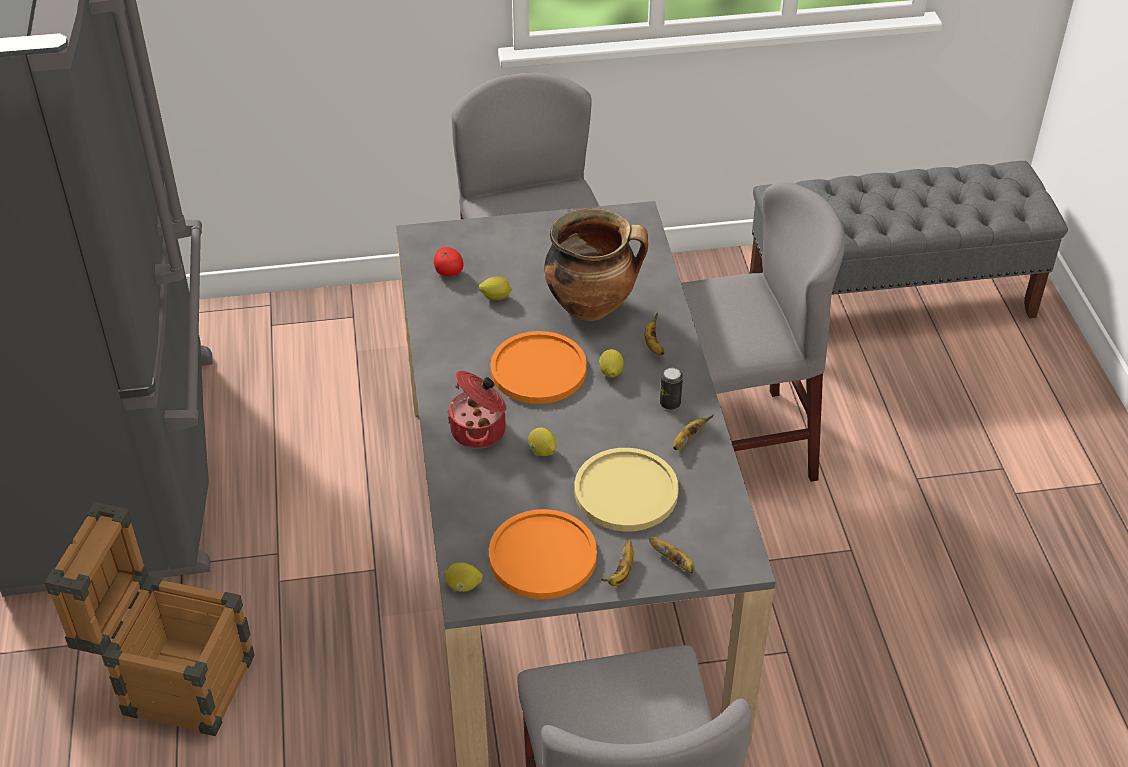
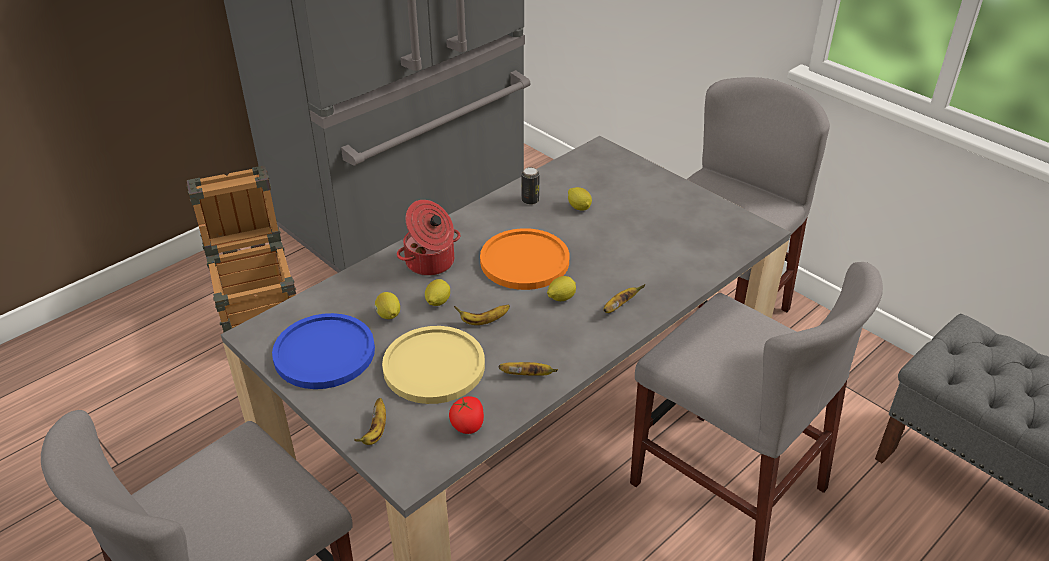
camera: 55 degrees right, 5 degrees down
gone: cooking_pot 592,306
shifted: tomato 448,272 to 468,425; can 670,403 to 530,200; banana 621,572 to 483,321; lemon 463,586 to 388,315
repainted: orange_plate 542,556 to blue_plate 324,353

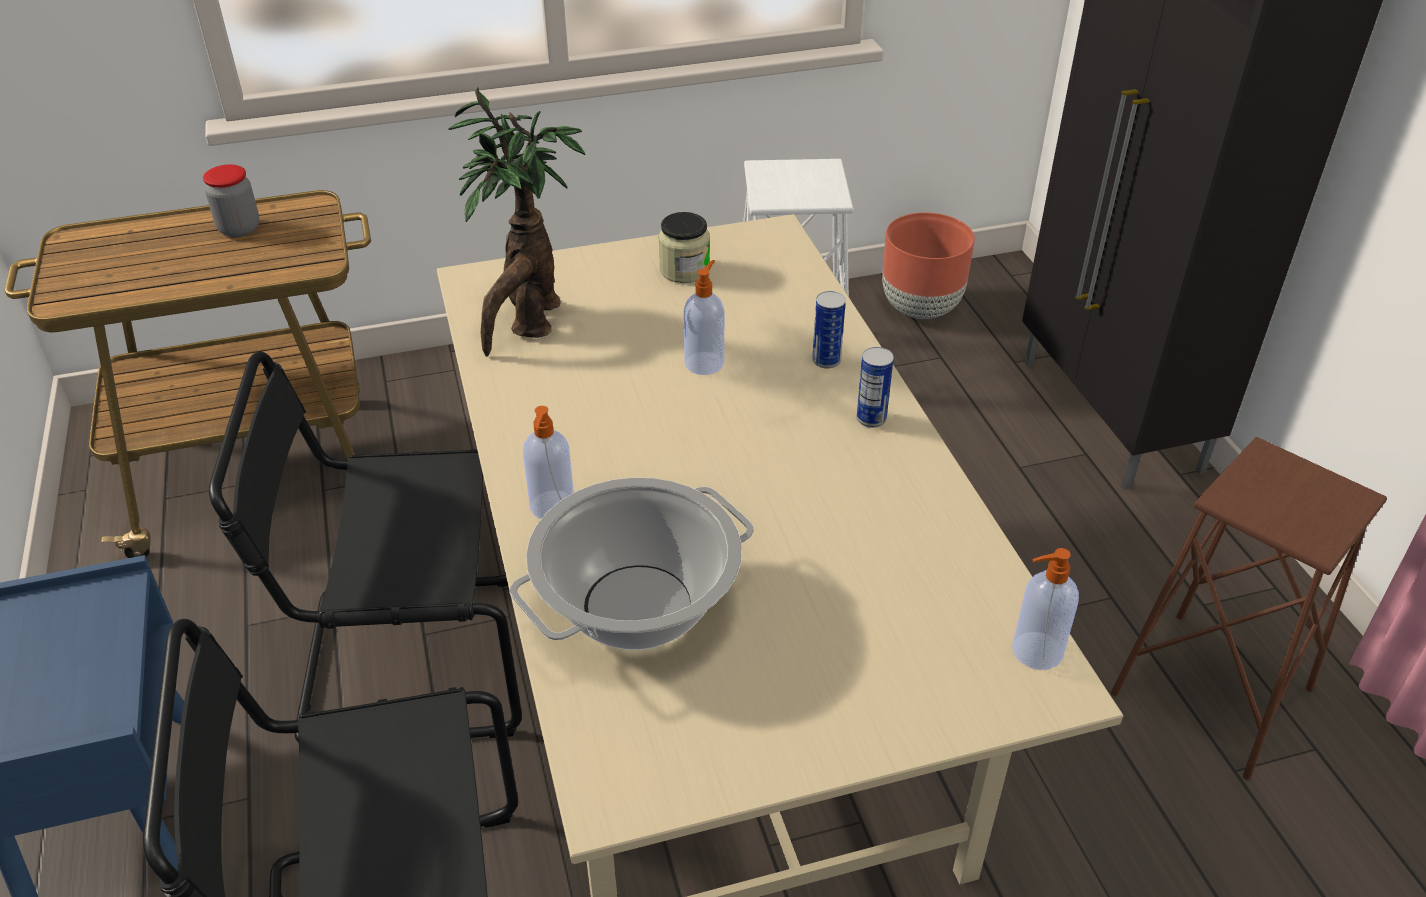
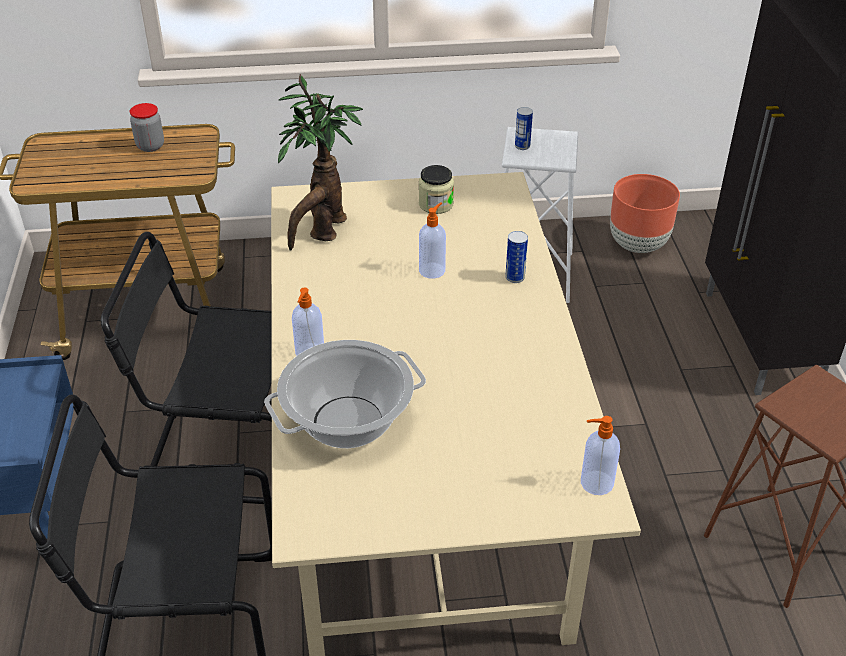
camera: 10 degrees right, 0 degrees up
shifted: can 871,419 to 522,146

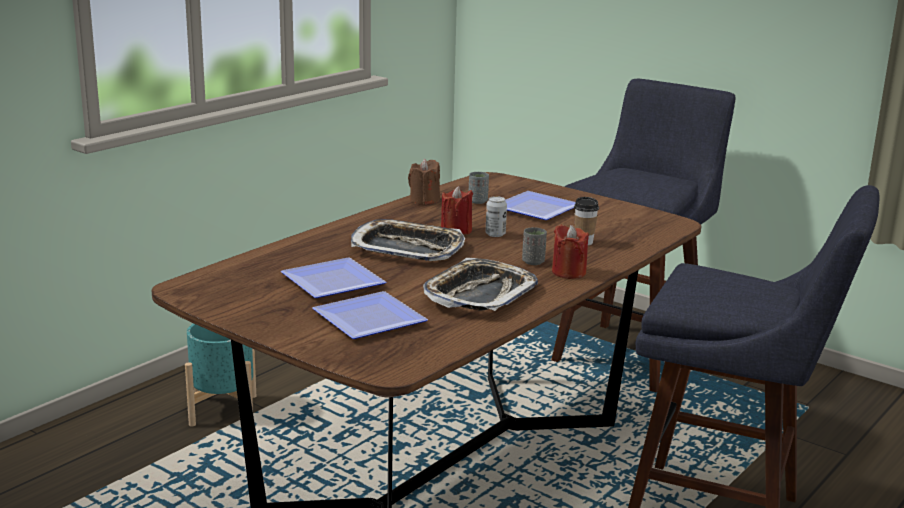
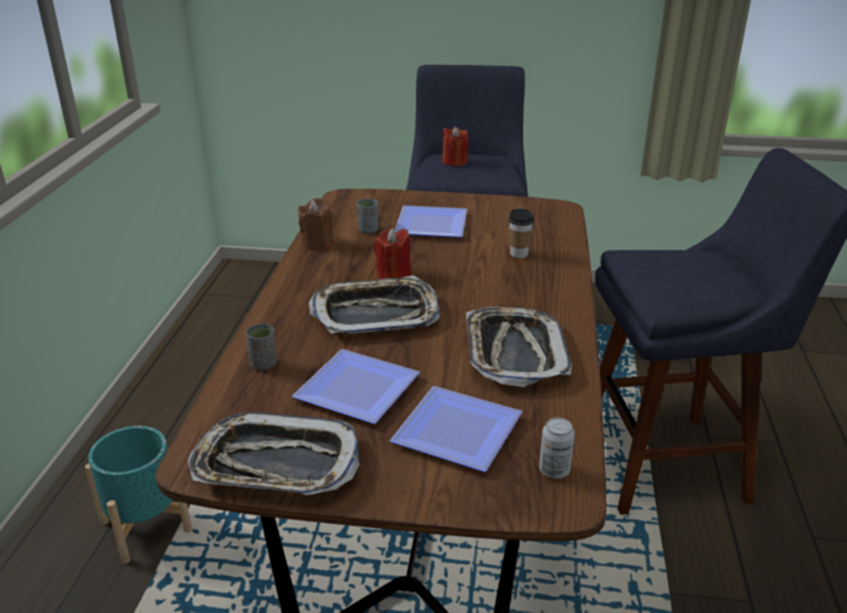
camera: 30 degrees left, 10 degrees up
new: tray 276,464
shifted: can 495,234 to 554,470; red_candle 568,272 to 454,162; grey_cup 533,262 to 263,364

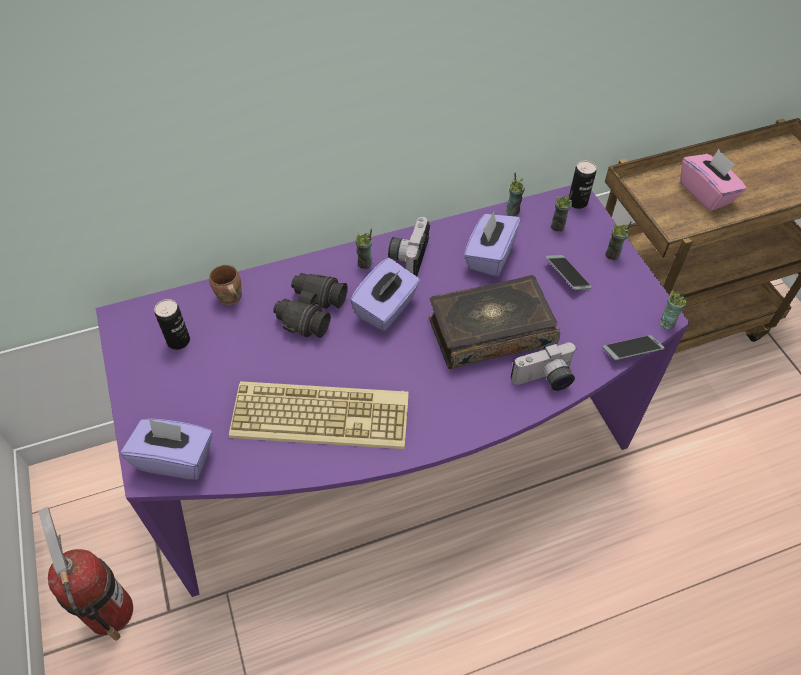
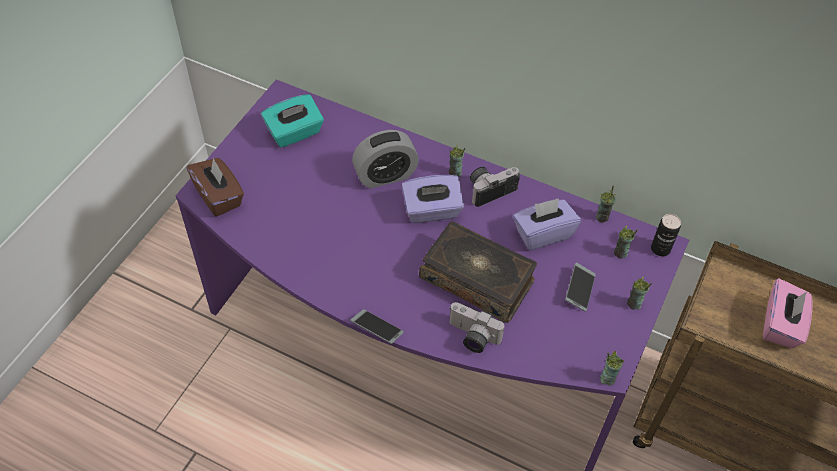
camera: 45 degrees right, 0 degrees up
gone: brown_mug 229,298; keyboard 322,414; fire_extinguisher 110,611
shifted: phone 631,351 to 377,329
swapped: black_binoculars 310,311 to alarm_clock 385,175; can 178,341 to turquoise_tissue_box 294,133
repainted: purple_tissue_box 176,459 to brown_tissue_box 219,197

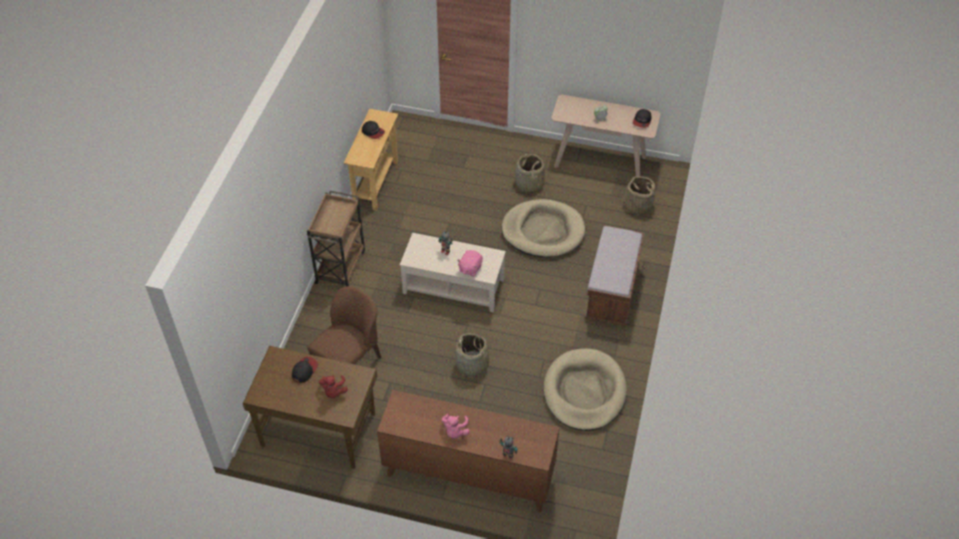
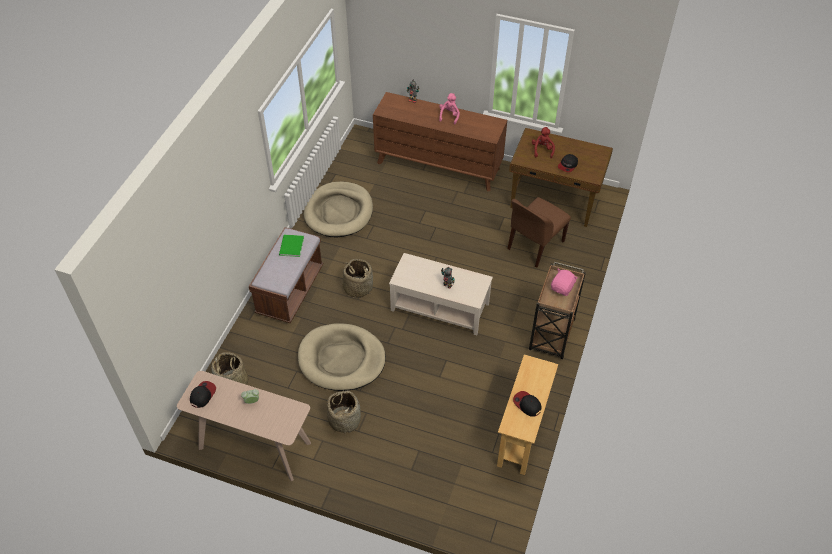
camera: 175 degrees left, 0 degrees up
new: green_book 290,247
shifted: pink_plush_toy 470,268 to 562,288; basket 472,365 to 358,287

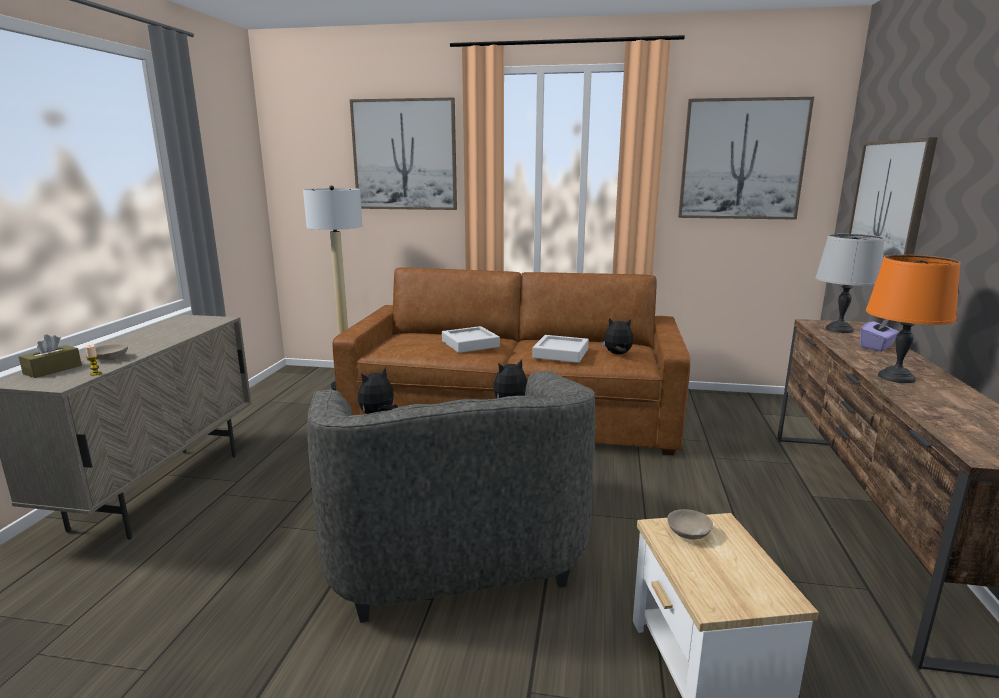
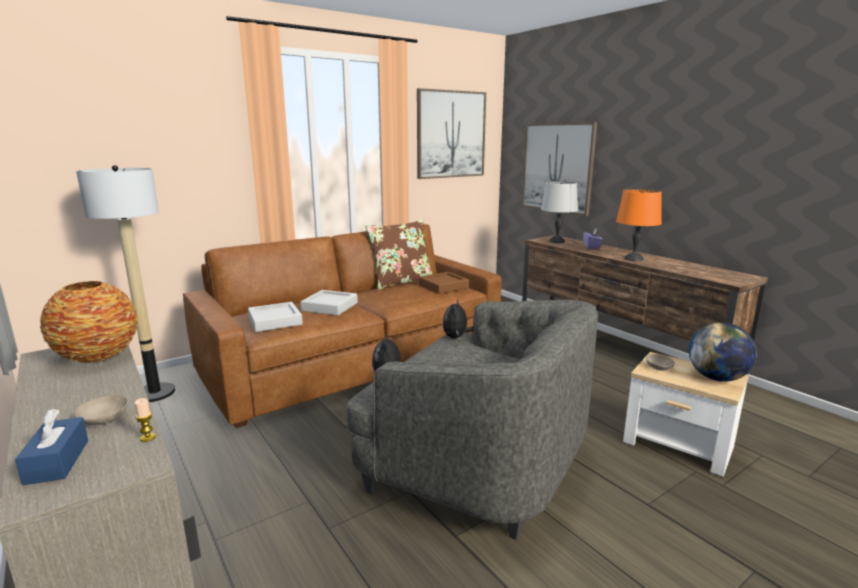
camera: 45 degrees left, 0 degrees up
gone: picture 405,155
new: brown_pillow 401,282; vase 98,356; globe 716,378
shifted: grey_tray 560,353 to 275,321
swapped: plush_toy 617,354 to brown_tray 443,286
repainted: brown_tissue_box 53,369 to blue_tissue_box 57,461

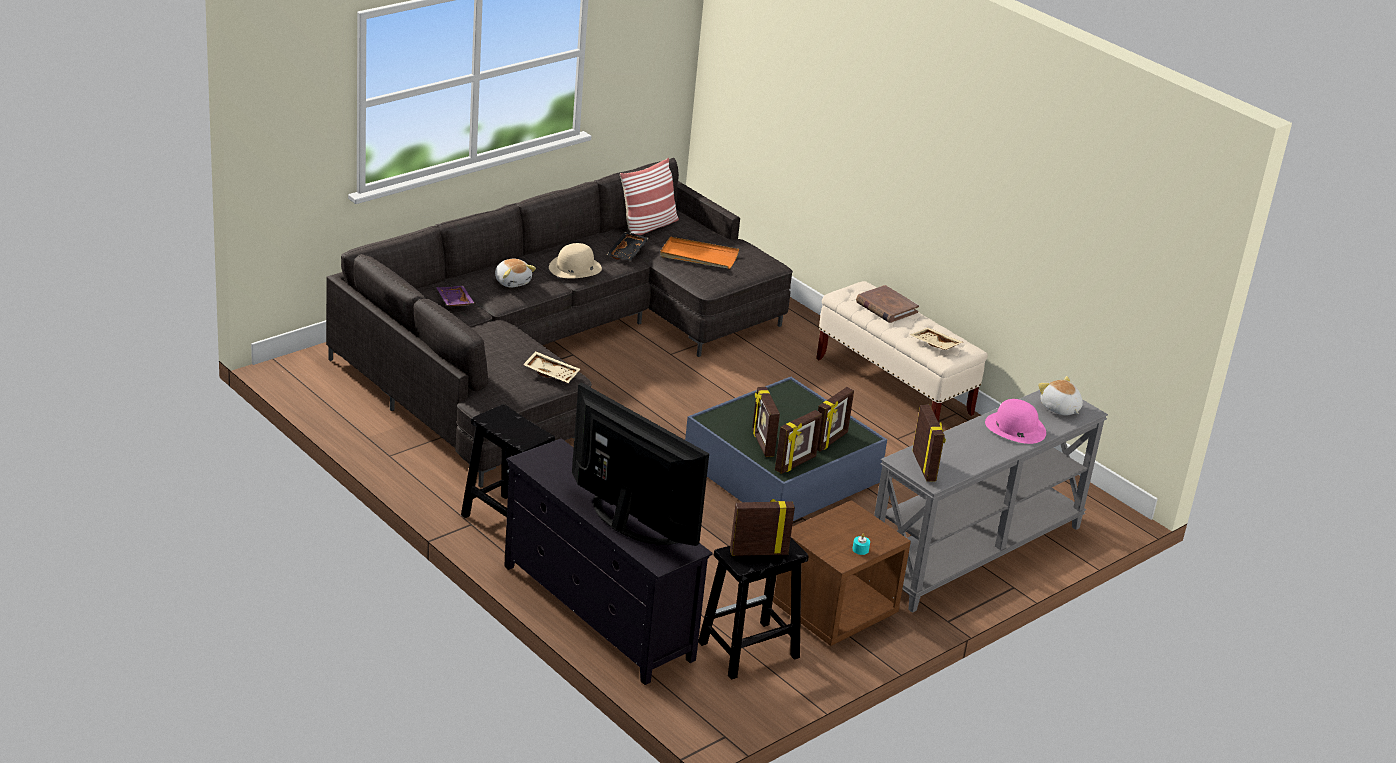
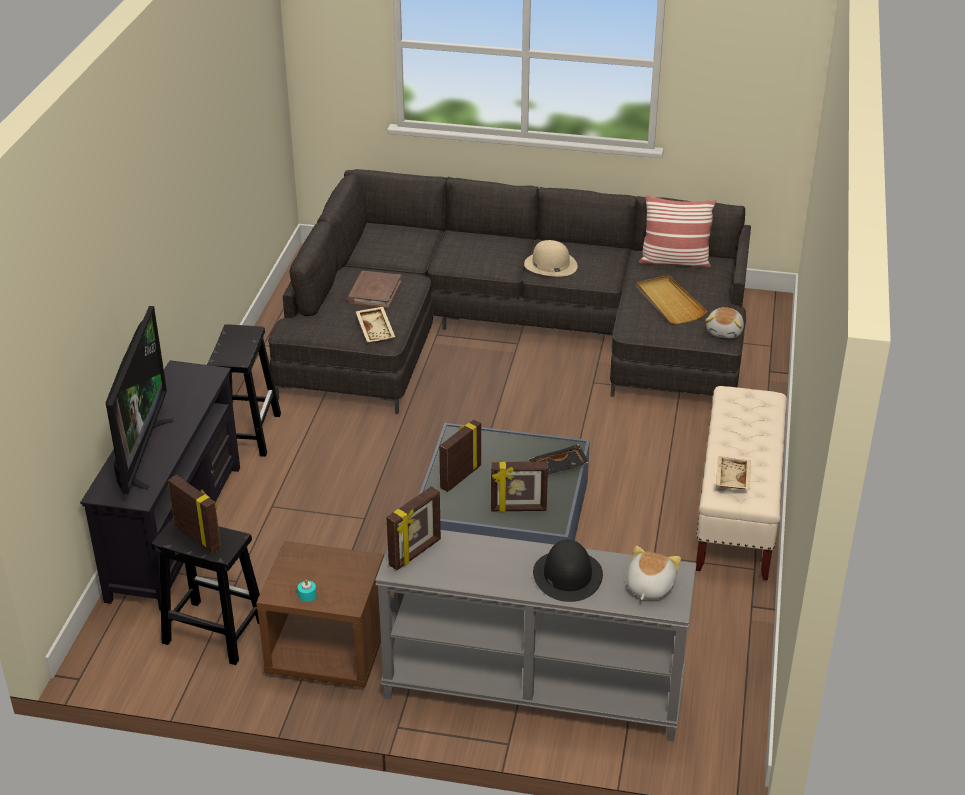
camera: 55 degrees right, 5 degrees up
gone: purple_tray 453,301; picture_frame 796,464
shifted: black_tray 628,252 to 558,467; plush_toy 512,281 to 725,331; brown_book 886,307 to 374,292
repainted: orange_tray 698,256 to beige_tray 669,302; pink_hat 1015,427 to black_hat 567,575

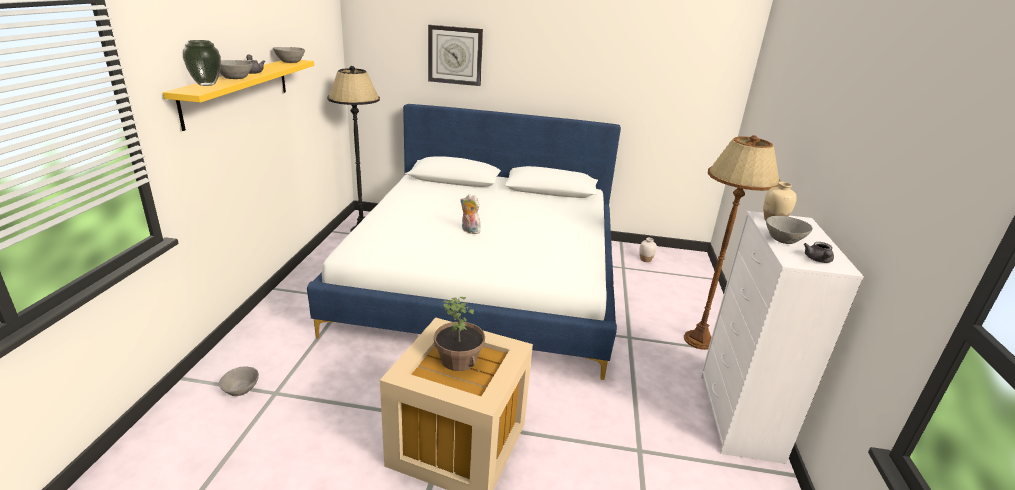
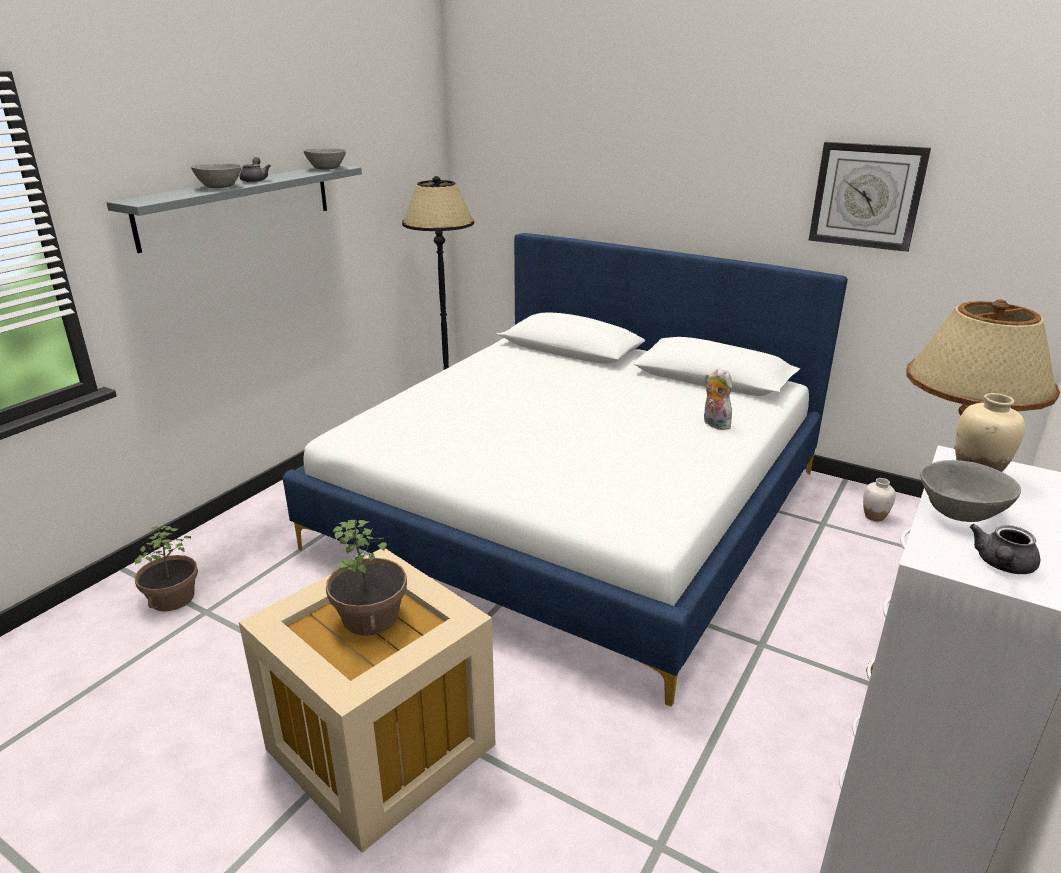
camera: 25 degrees right, 0 degrees up
gone: vase 206,84
shifted: wall_clock 455,55 to 867,196; plush_toy 469,231 to 714,424
swapped: grey_bowl 241,389 to potted_plant 172,598
repainted: yellow_shelf 238,90 to grey_shelf 238,205

